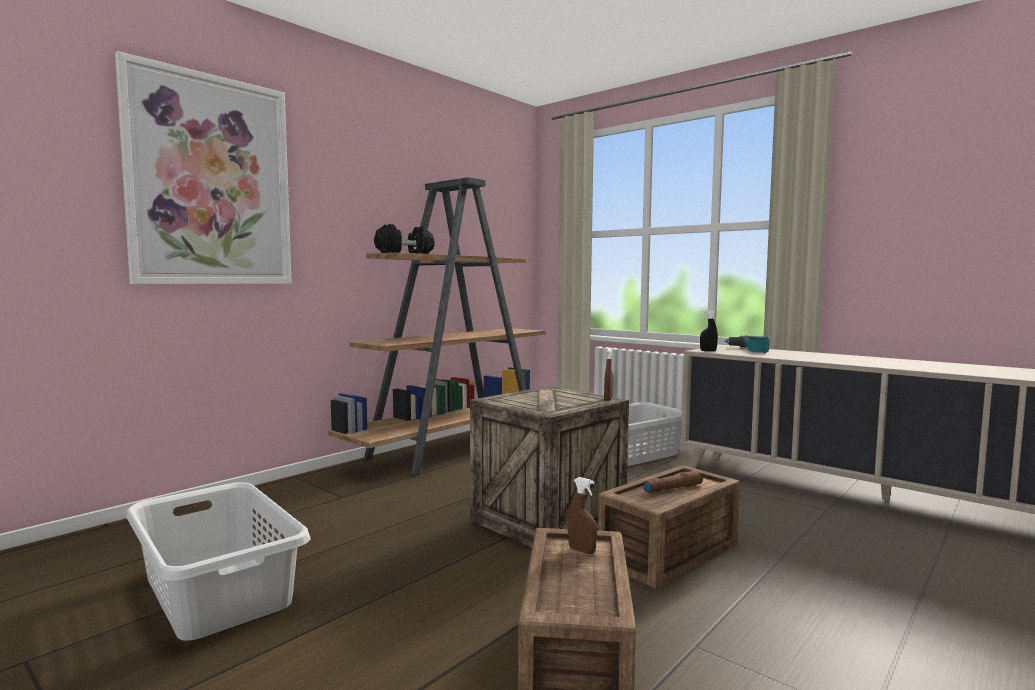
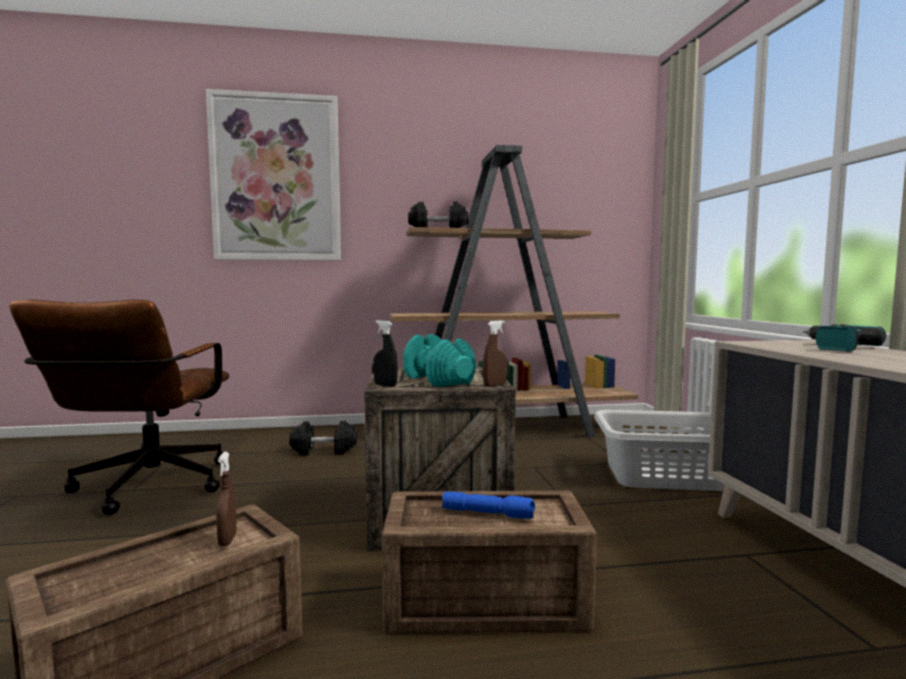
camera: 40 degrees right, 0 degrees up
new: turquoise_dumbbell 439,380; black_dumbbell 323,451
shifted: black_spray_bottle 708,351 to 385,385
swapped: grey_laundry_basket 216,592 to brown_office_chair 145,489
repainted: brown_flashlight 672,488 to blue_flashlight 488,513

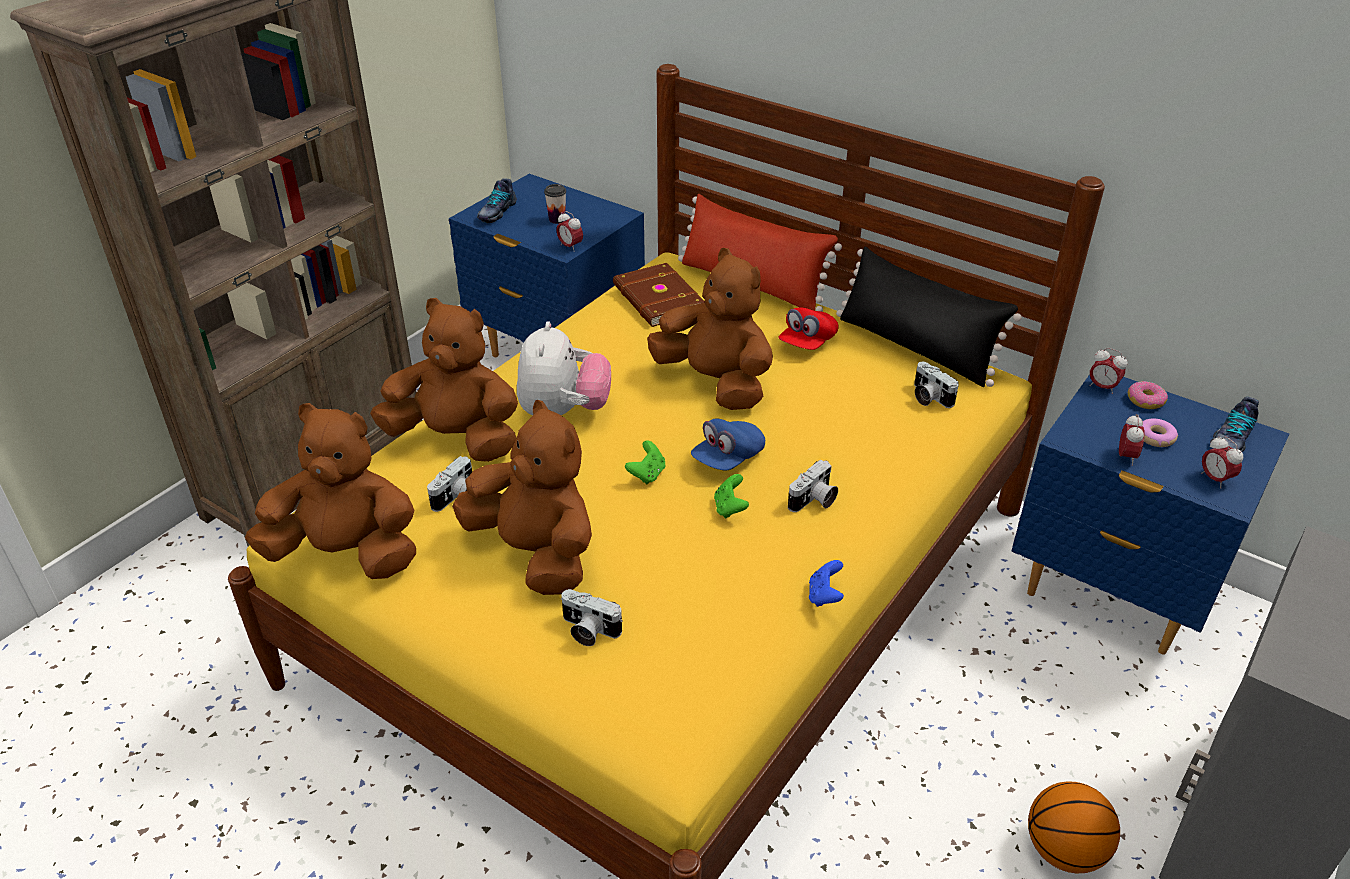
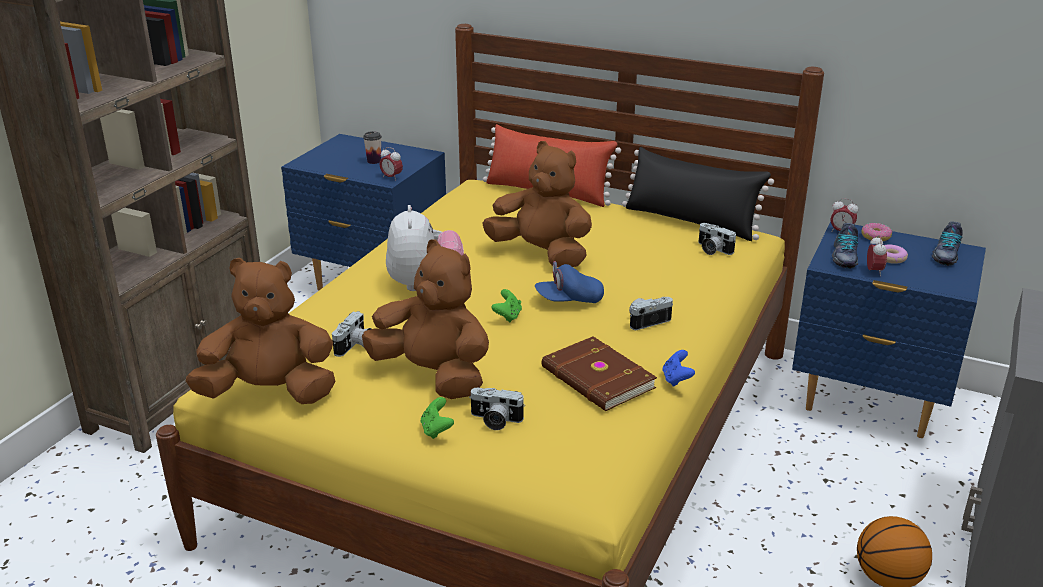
camera: 10 degrees left, 10 degrees down
gone: brown_plush_toy 456,439; red_cap 807,343; alarm_clock 1214,479
shifted: shoe 496,211 to 844,257; brown_book 657,299 to 596,379; green_game_controller 730,508 to 436,430
rotated: blue_cap 727,458 = 569,300 45 degrees clockwise; photo_camera 814,501 = 647,320 150 degrees counterclockwise

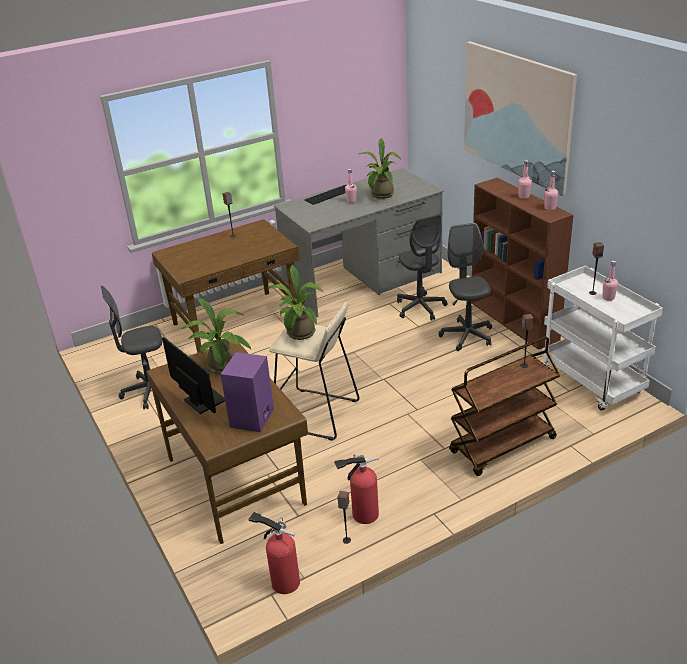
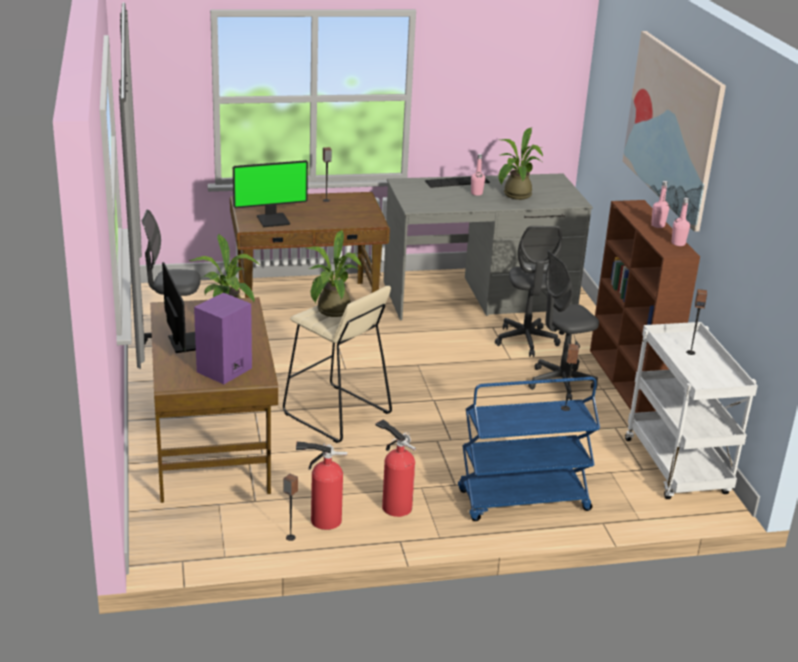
camera: 15 degrees right, 5 degrees down
gone: pink_bottle 608,298
new: monitor 273,220
shifted: fire_extinguisher 282,581 to 394,506
repainted: brown_cart 502,446 to blue_cart 522,501
rotated: grey_office_chair 467,336 = 560,383 120 degrees counterclockwise

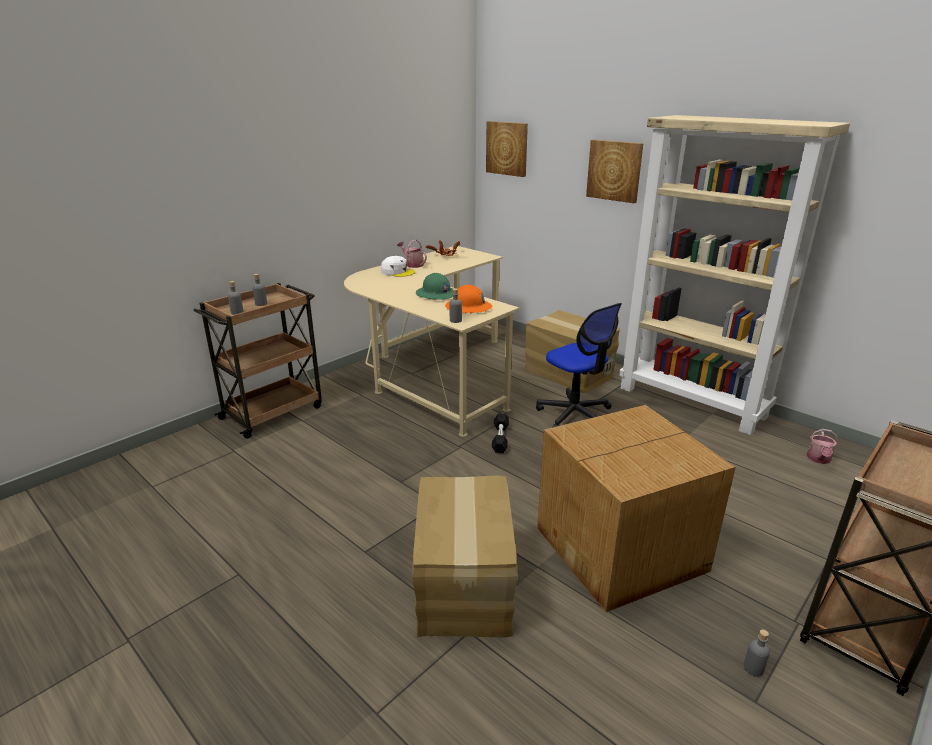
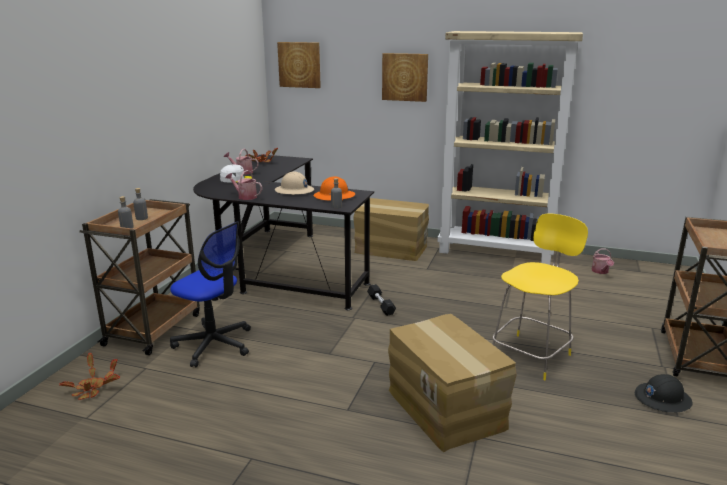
camera: 25 degrees left, 5 degrees down
new: watering_can 245,196; potted_plant 92,389
shifted: office_chair 575,415 to 214,344
swapped: cardboard_box 623,549 to yellow_stool 531,355; grey_bottle 753,668 to black_hard_hat 662,399
repainted: beige_desk 432,372 to black_desk 278,268; green_hard_hat 436,294 to beige_hard_hat 294,191

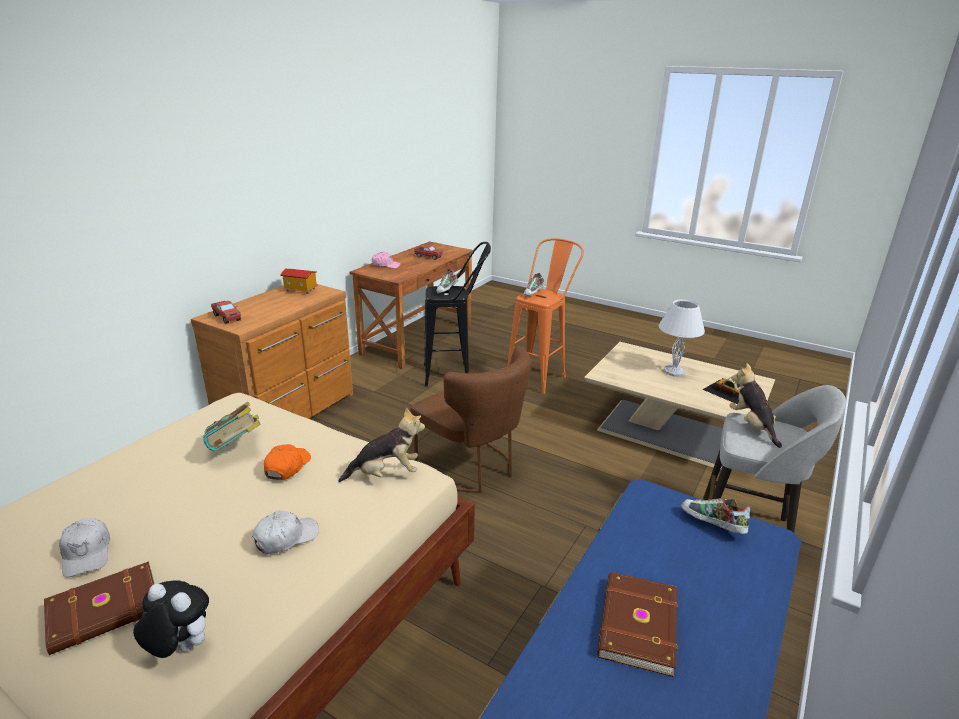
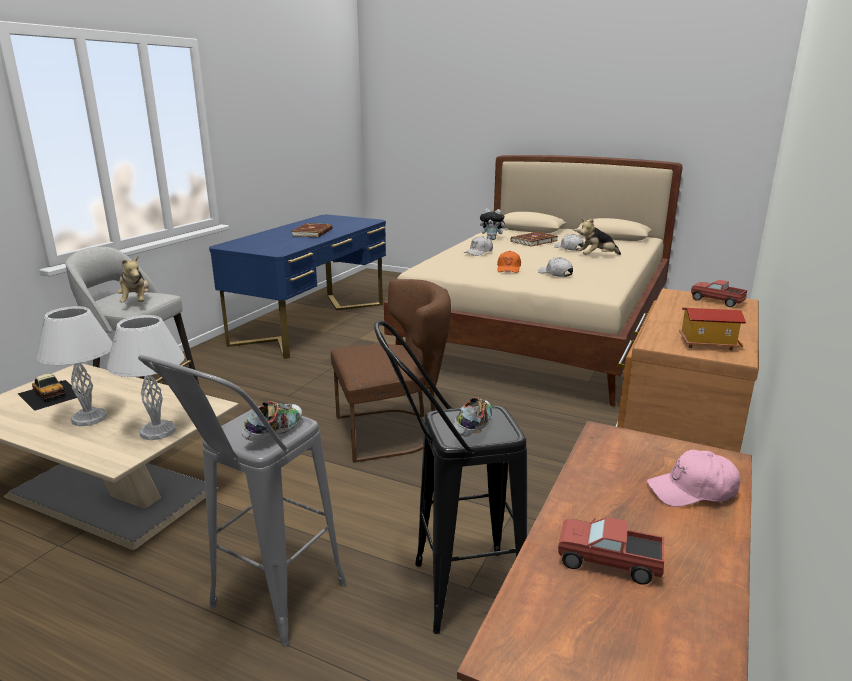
camera: 175 degrees right, 5 degrees down
gone: shoe 711,525
new: white_table_lamp 158,431
shifted: plush_toy 386,474 to 597,257
swapped: book 236,448 to white_cap 555,274
repainted: orange_stool 540,375 to grey_stool 264,608
rotated: brown_chair 473,468 = 393,431 120 degrees clockwise

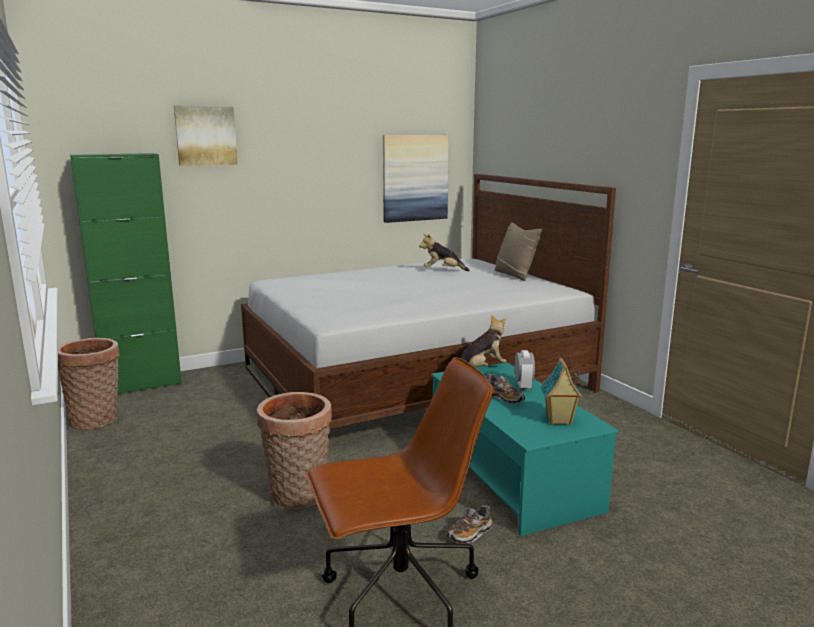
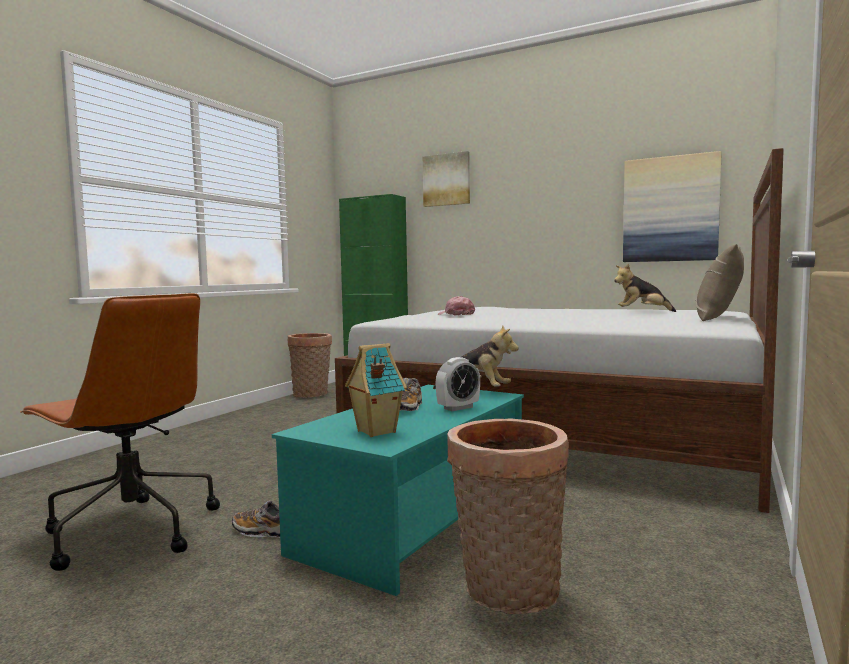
camera: 55 degrees right, 10 degrees down
new: pink_cap 456,315
shifted: basket 298,497 to 507,592
rotated: plush_toy 442,271 = 642,312 60 degrees counterclockwise

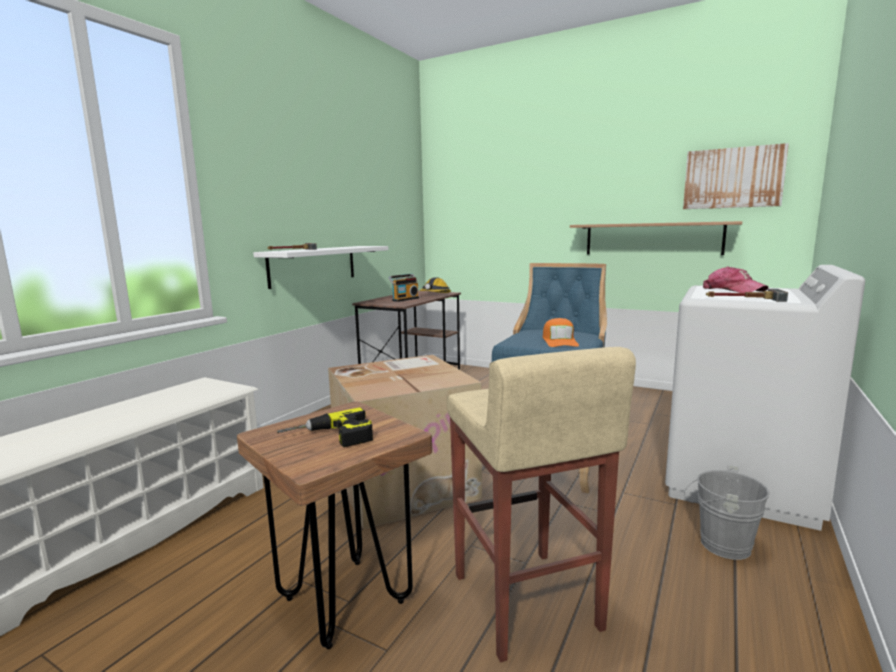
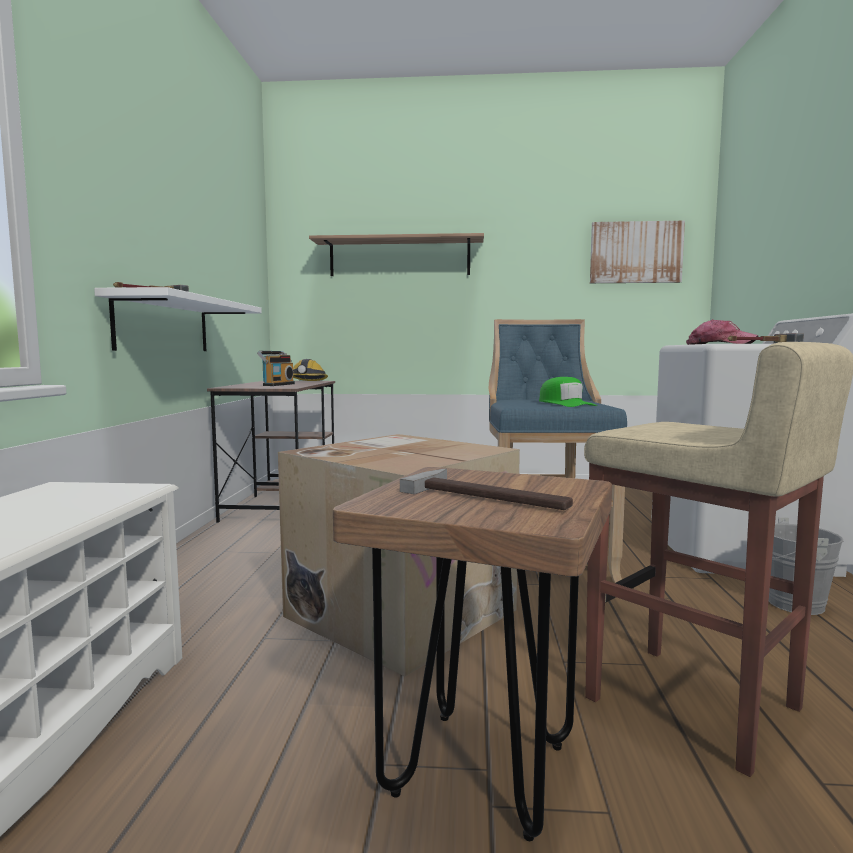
camera: 25 degrees left, 5 degrees down
shifted: shelf 652,239 to 399,258
swapped: power_drill 329,437 to hammer 490,496
repainted: orange_cap 559,341 to green_cap 565,404

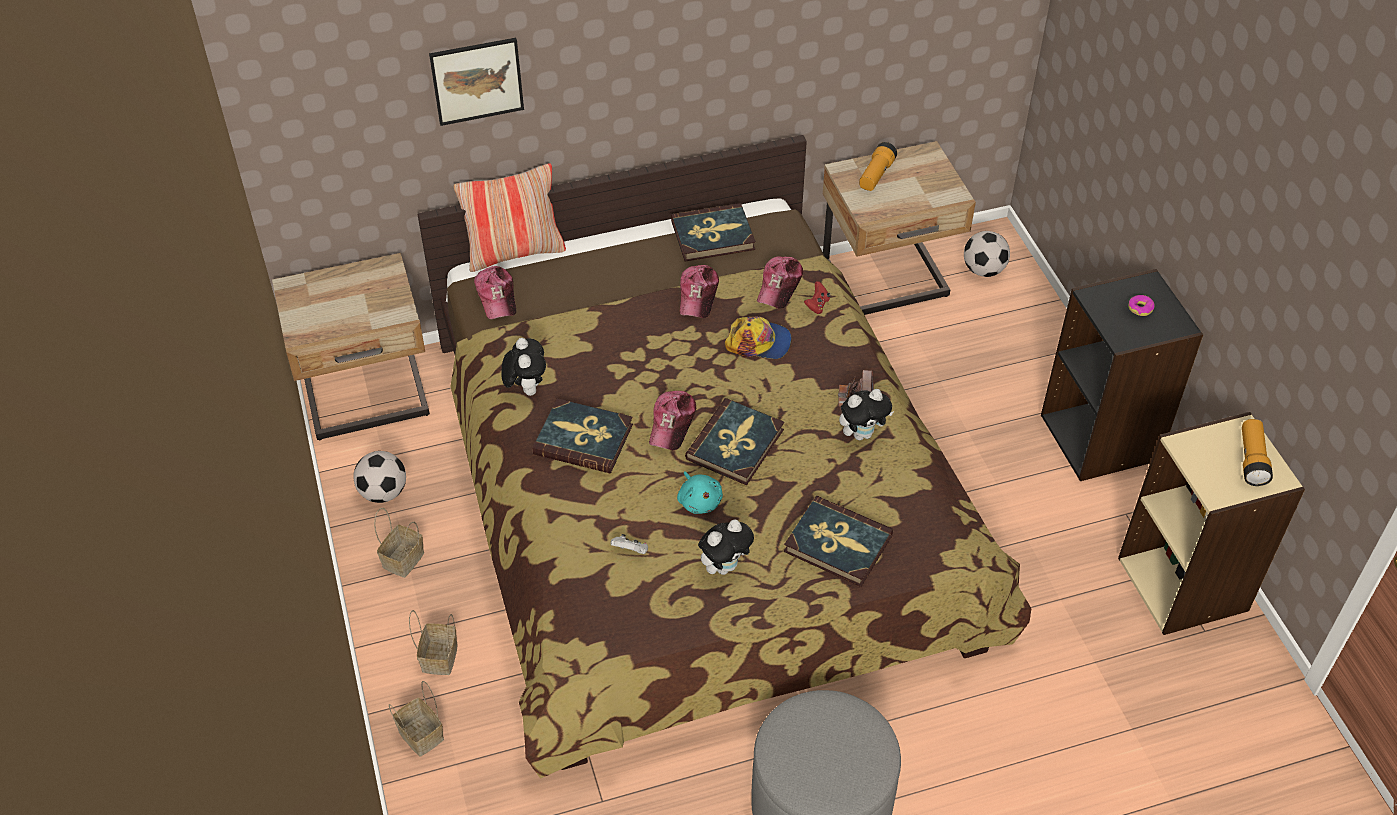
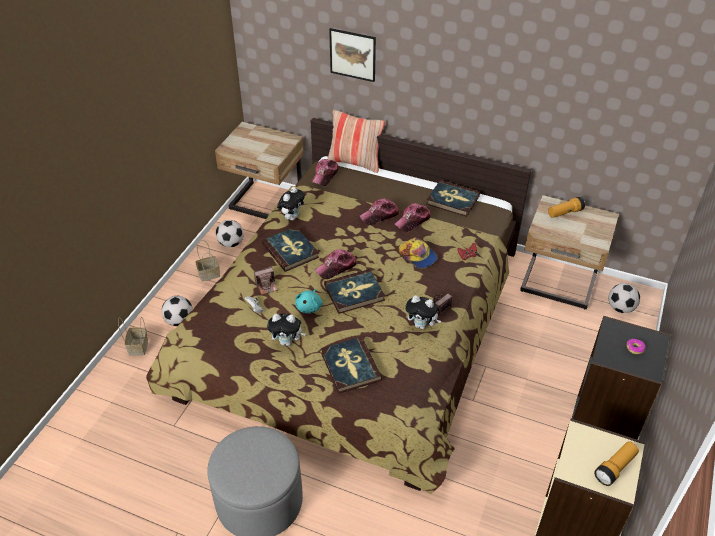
camera: 40 degrees right, 5 degrees down
new: photo_camera 267,286
shifted: cap 780,286 to 379,215
swapped: basket 439,656 to football 179,321

